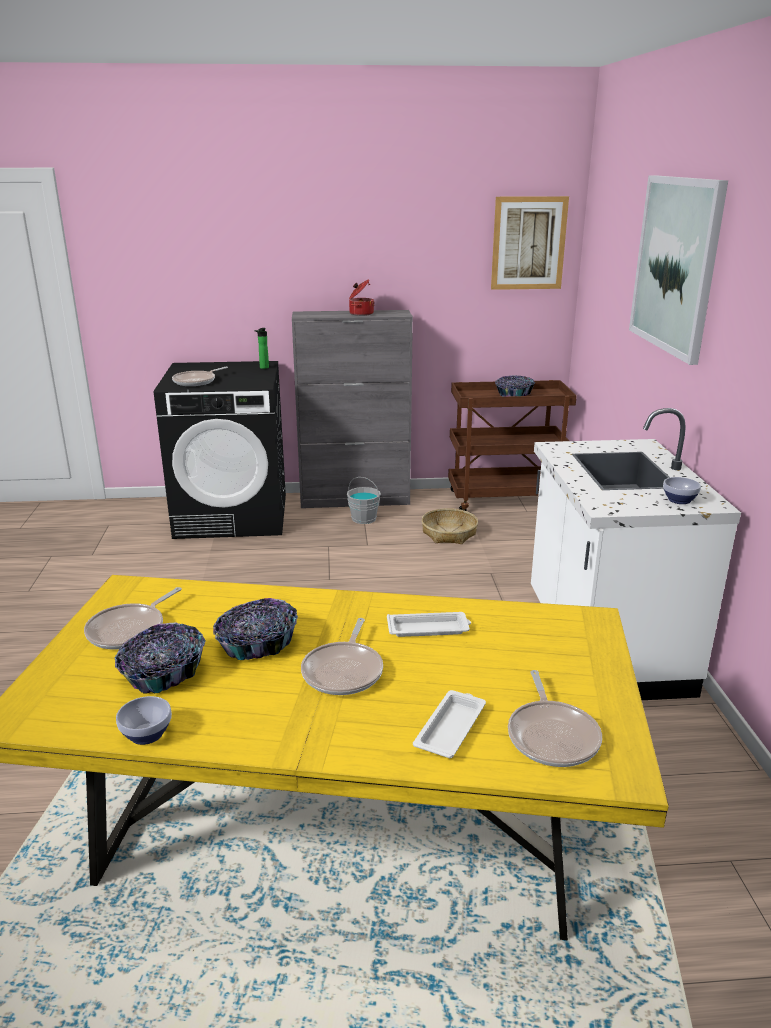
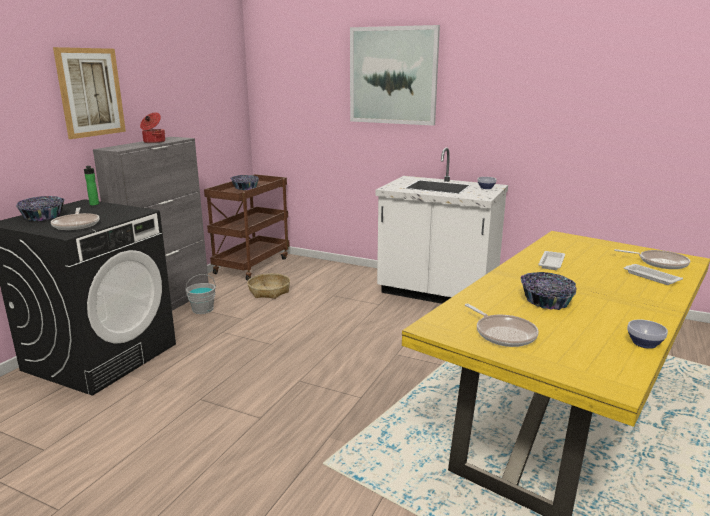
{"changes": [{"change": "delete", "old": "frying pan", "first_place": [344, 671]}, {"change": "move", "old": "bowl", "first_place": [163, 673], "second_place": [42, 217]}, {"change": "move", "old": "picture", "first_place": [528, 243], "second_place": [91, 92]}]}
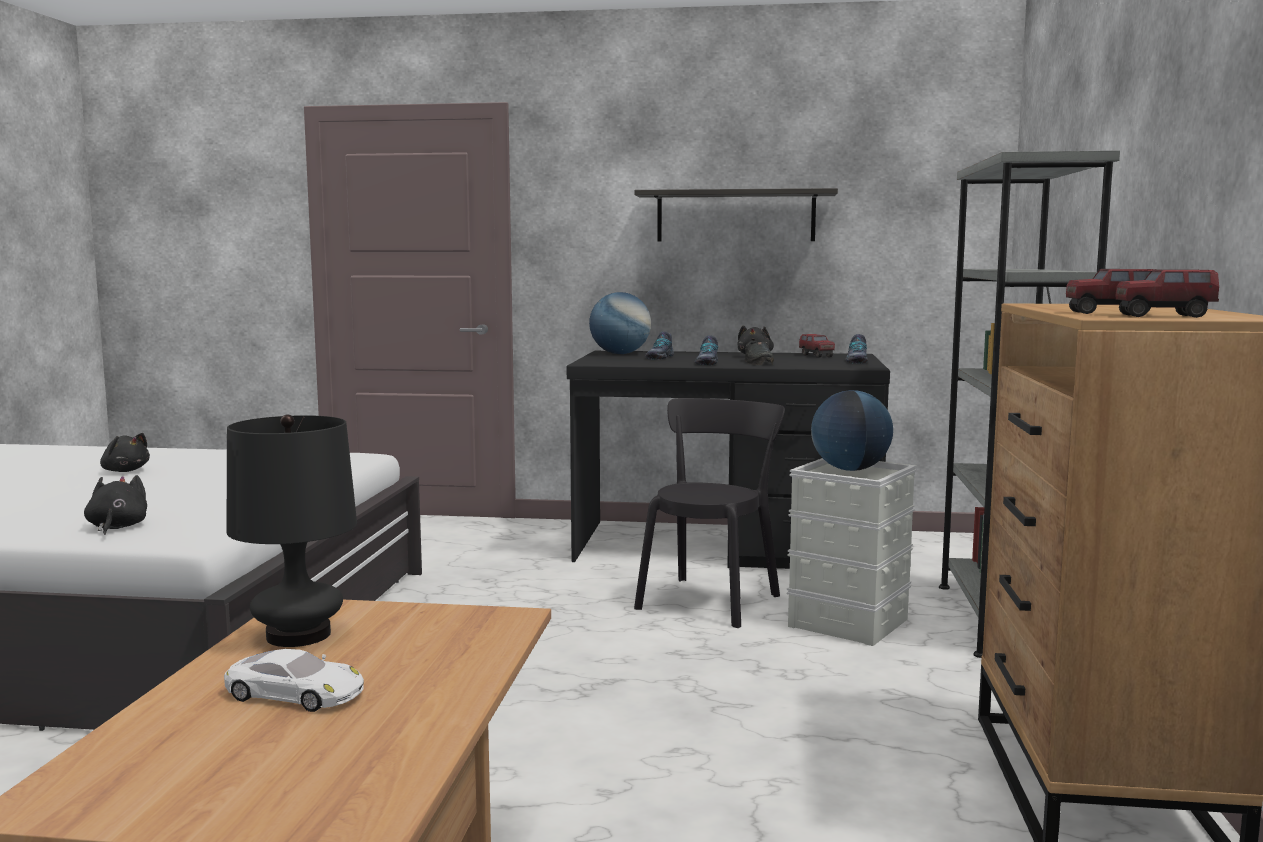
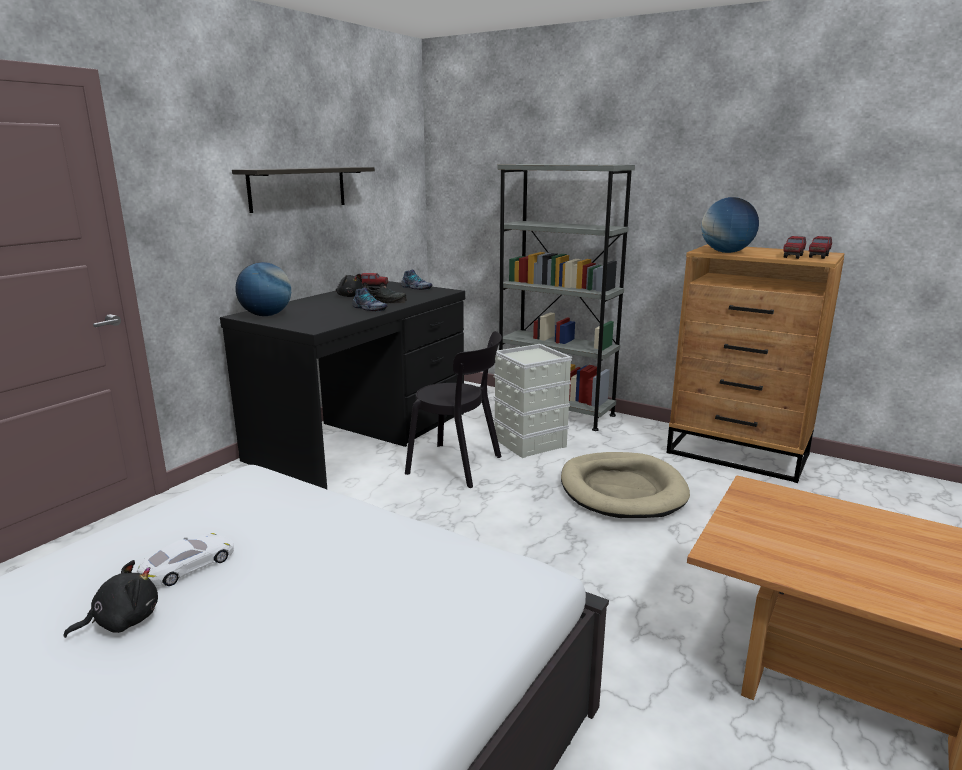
{"changes": [{"change": "delete", "old": "black plush toy", "first_place": [116, 527]}, {"change": "delete", "old": "black table lamp", "first_place": [298, 635]}, {"change": "delete", "old": "shoe", "first_place": [659, 357]}, {"change": "insert", "new": "beige dog bed", "second_place": [622, 490]}, {"change": "move", "old": "white toy car", "first_place": [294, 694], "second_place": [188, 565]}, {"change": "move", "old": "globe", "first_place": [850, 469], "second_place": [726, 252]}, {"change": "rotate", "old": "black chair", "first_place": [711, 600], "second_place": [458, 466], "degrees": 150}]}
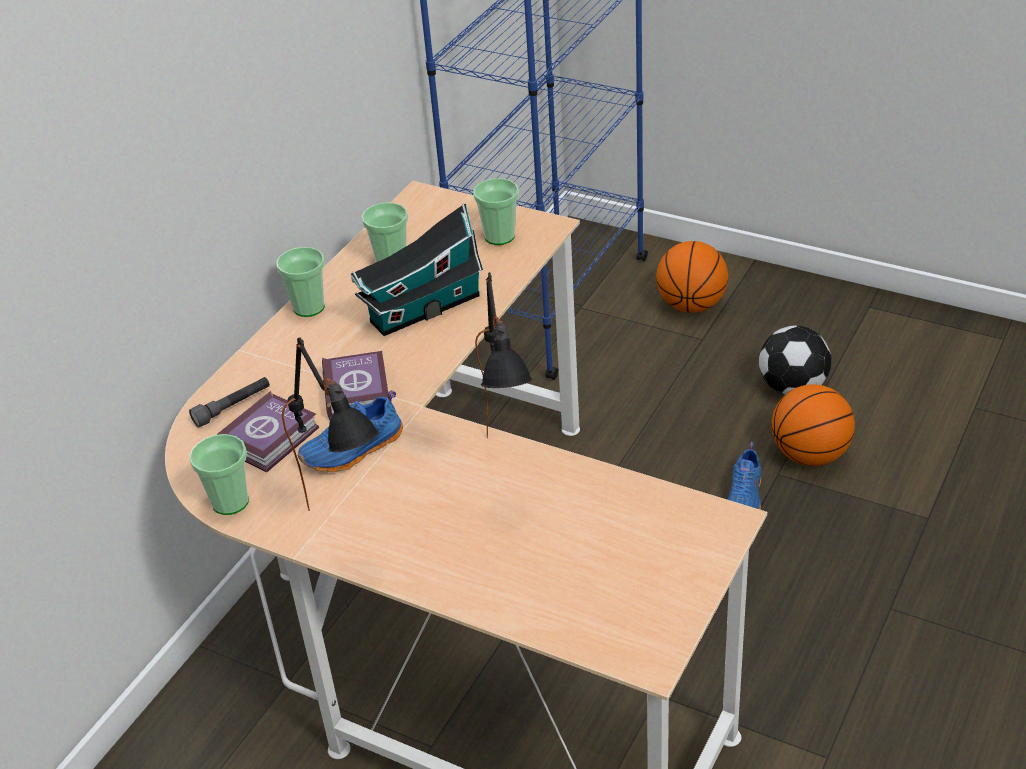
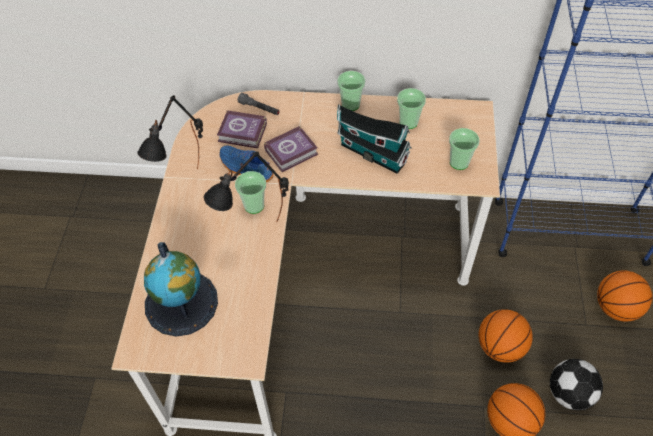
{"changes": [{"change": "delete", "old": "blue shoe", "first_place": [745, 498]}, {"change": "insert", "new": "globe", "second_place": [181, 302]}, {"change": "insert", "new": "basketball", "second_place": [500, 347]}, {"change": "move", "old": "cup", "first_place": [230, 502], "second_place": [254, 205]}]}
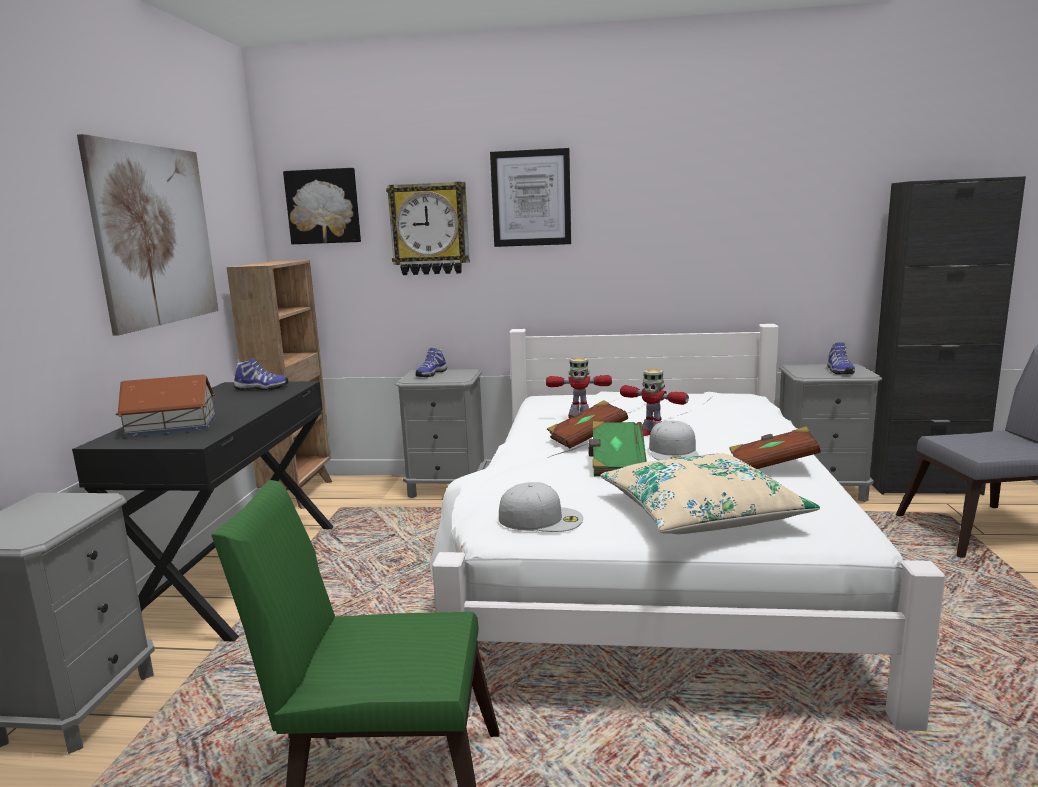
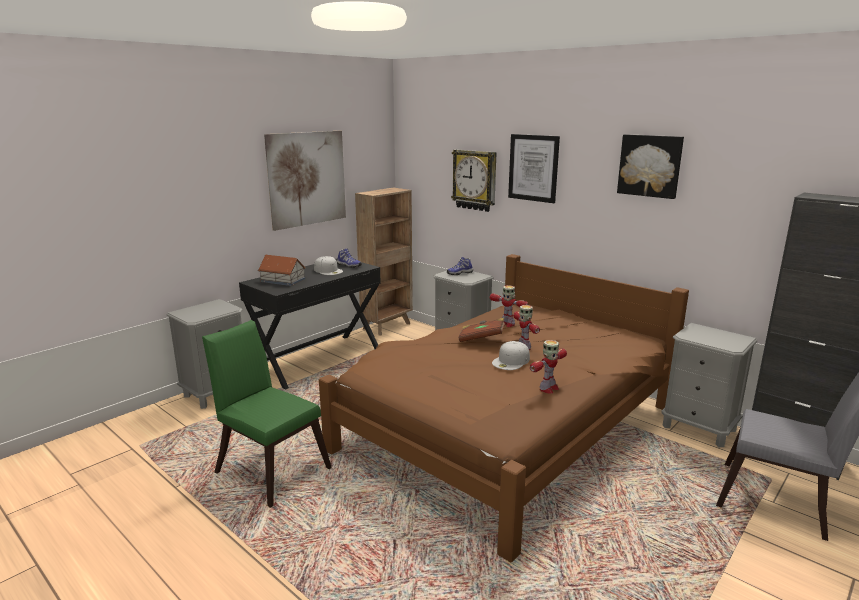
{"changes": [{"change": "delete", "old": "green book", "first_place": [616, 464]}, {"change": "delete", "old": "beige pillow", "first_place": [700, 513]}, {"change": "delete", "old": "shoe", "first_place": [838, 371]}, {"change": "move", "old": "picture", "first_place": [323, 206], "second_place": [650, 165]}, {"change": "move", "old": "white cap", "first_place": [541, 518], "second_place": [328, 270]}, {"change": "replace", "old": "brown book", "new": "toy robot", "first_place": [772, 466], "second_place": [548, 388]}, {"change": "recolor", "old": "white bed", "new": "brown bed", "first_place": [649, 563], "second_place": [505, 427]}]}
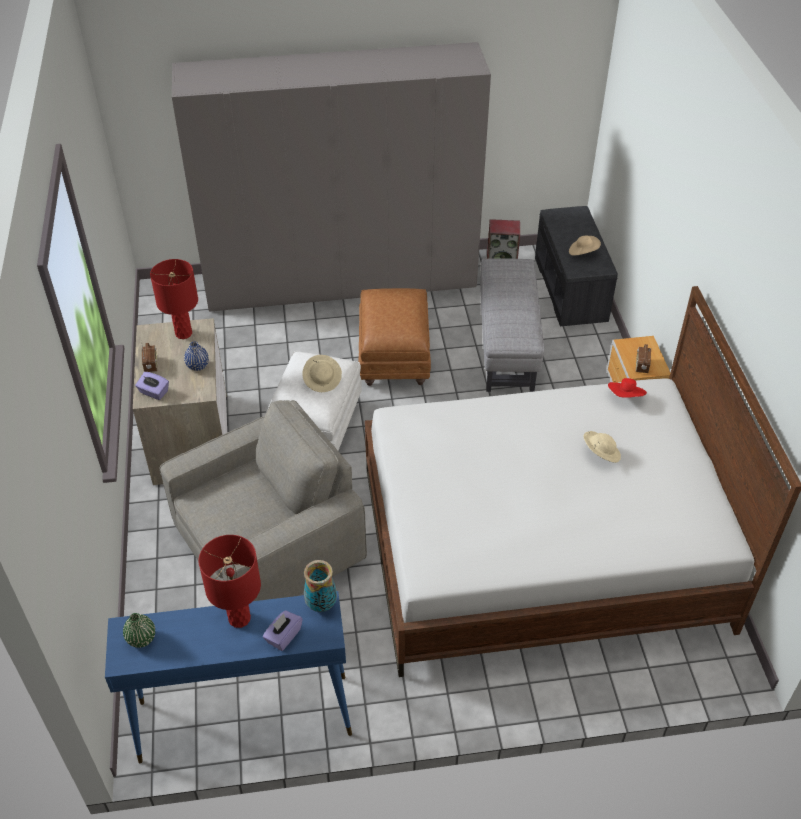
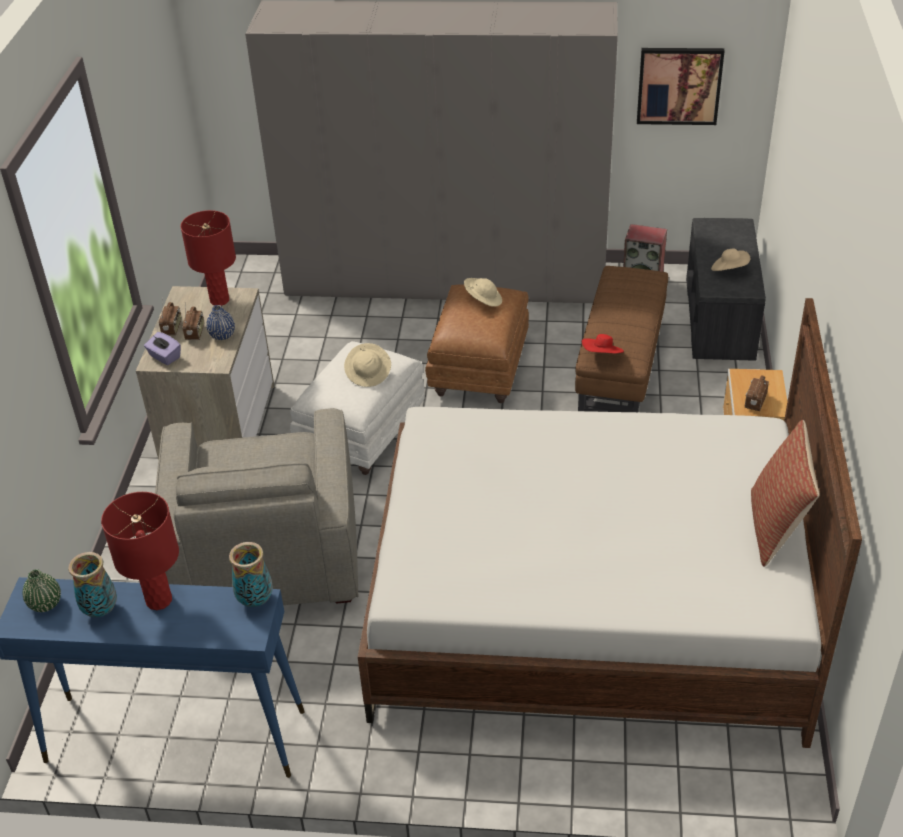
{"changes": [{"change": "delete", "old": "purple tissue box", "first_place": [283, 636]}, {"change": "insert", "new": "vase", "second_place": [101, 610]}, {"change": "insert", "new": "radio", "second_place": [195, 333]}, {"change": "insert", "new": "picture", "second_place": [679, 85]}, {"change": "insert", "new": "pillow", "second_place": [776, 528]}, {"change": "move", "old": "beige hat", "first_place": [600, 453], "second_place": [483, 300]}, {"change": "move", "old": "red hat", "first_place": [625, 396], "second_place": [602, 355]}, {"change": "recolor", "old": "grey ottoman", "new": "brown ottoman", "first_place": [506, 344], "second_place": [619, 371]}, {"change": "rotate", "old": "grey armchair", "first_place": [268, 544], "second_place": [266, 551], "degrees": 105}]}
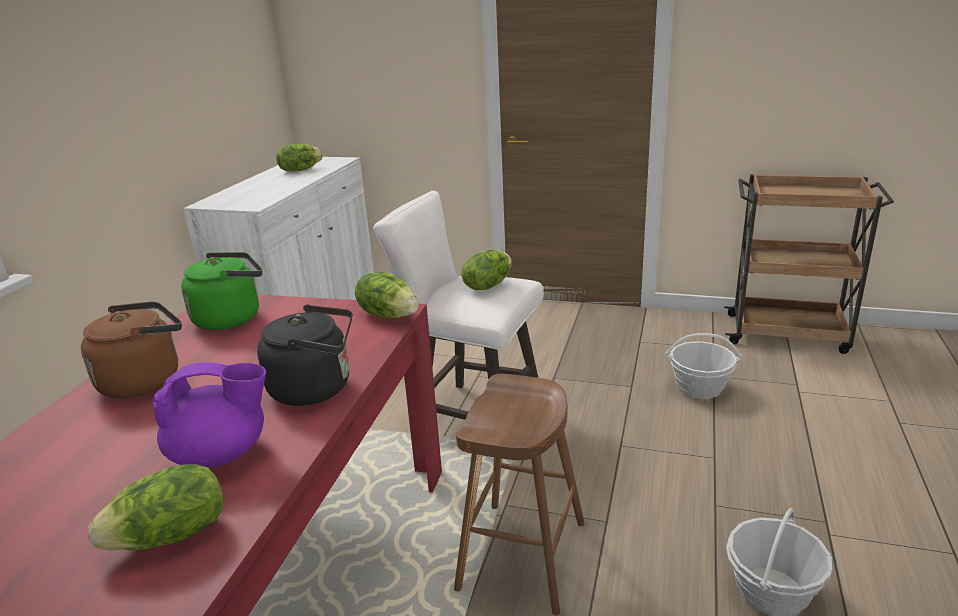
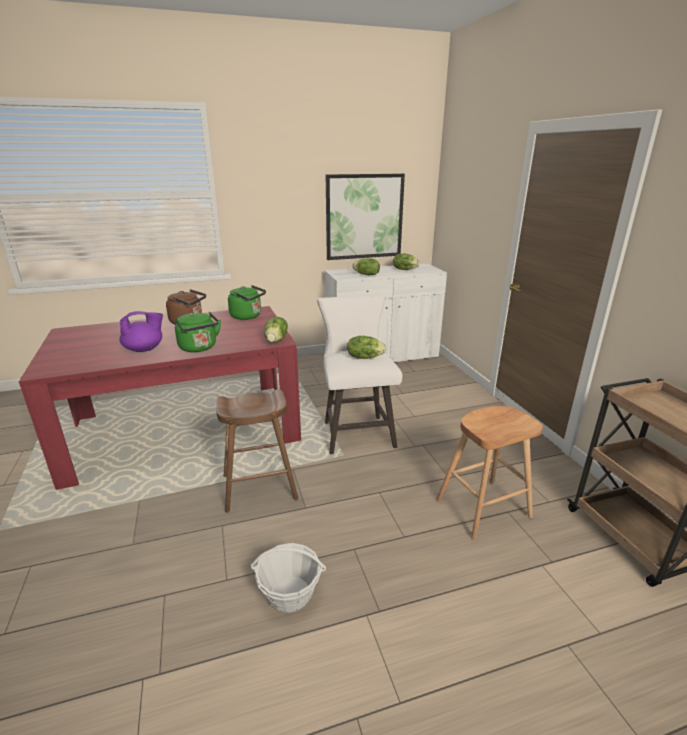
{"changes": [{"change": "insert", "new": "picture", "second_place": [364, 217]}, {"change": "move", "old": "lettuce", "first_place": [171, 537], "second_place": [366, 275]}, {"change": "replace", "old": "basket", "new": "brown stool", "first_place": [699, 388], "second_place": [483, 508]}, {"change": "recolor", "old": "black kettle", "new": "green kettle", "first_place": [316, 388], "second_place": [199, 348]}, {"change": "rotate", "old": "purple teapot", "first_place": [221, 454], "second_place": [145, 349], "degrees": -75}]}
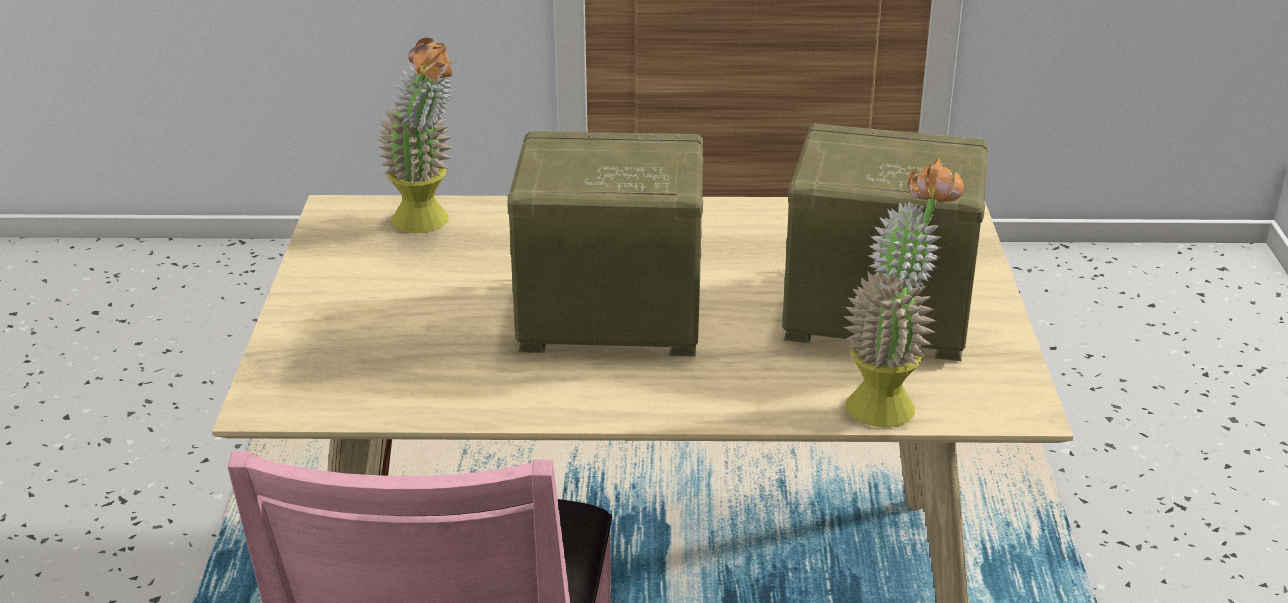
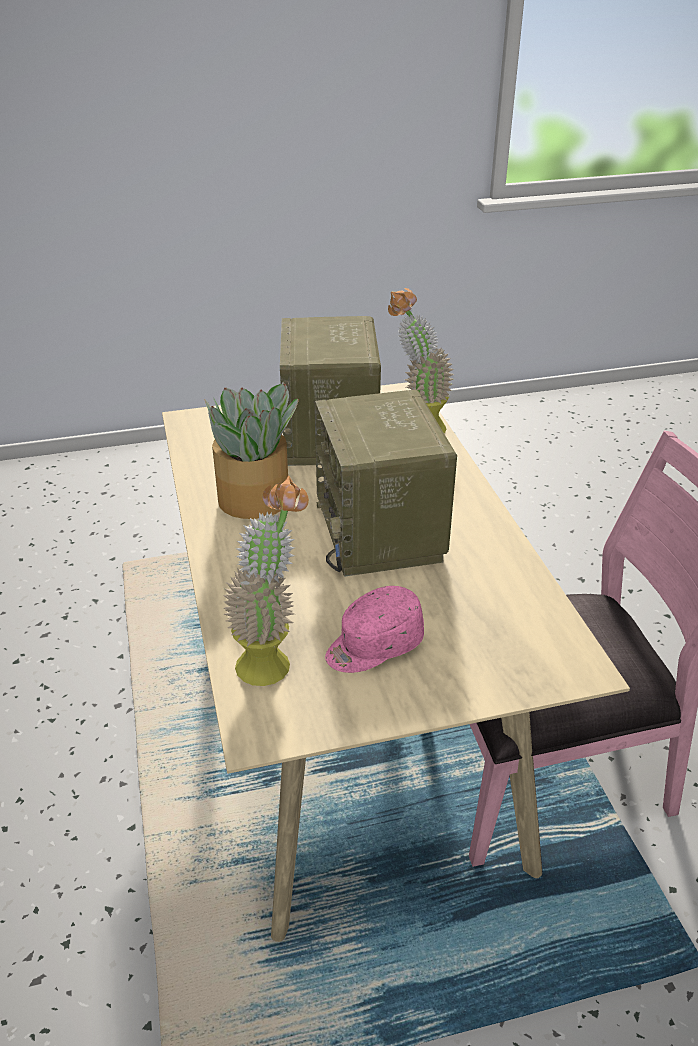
{"changes": [{"change": "insert", "new": "potted plant", "second_place": [255, 500]}, {"change": "insert", "new": "pink cap", "second_place": [373, 646]}]}
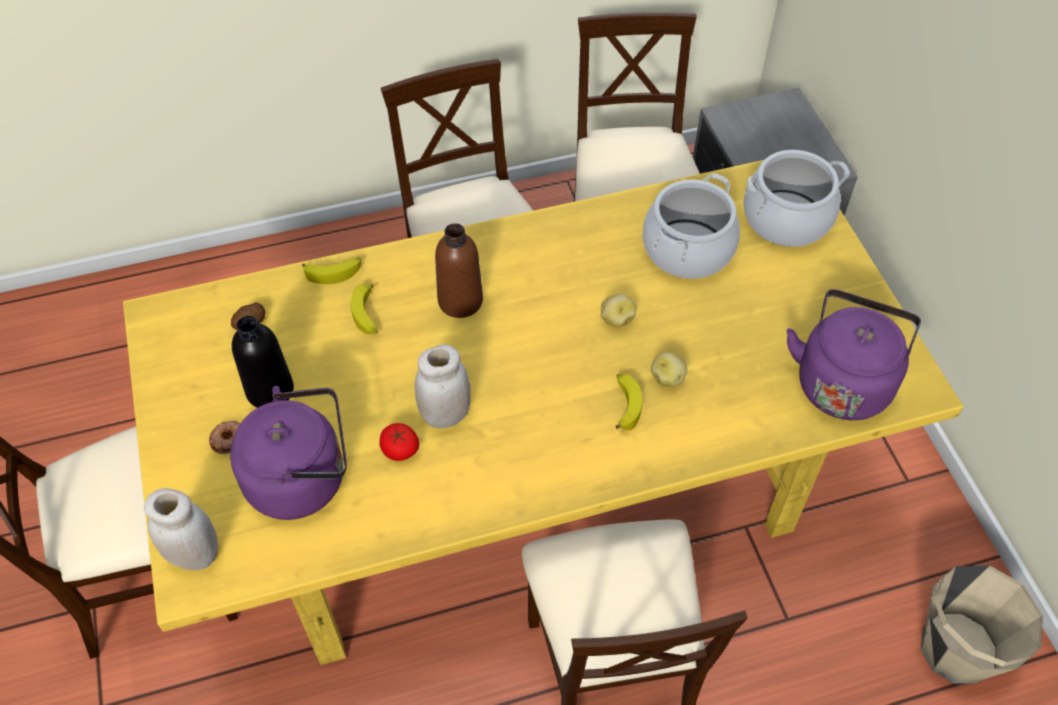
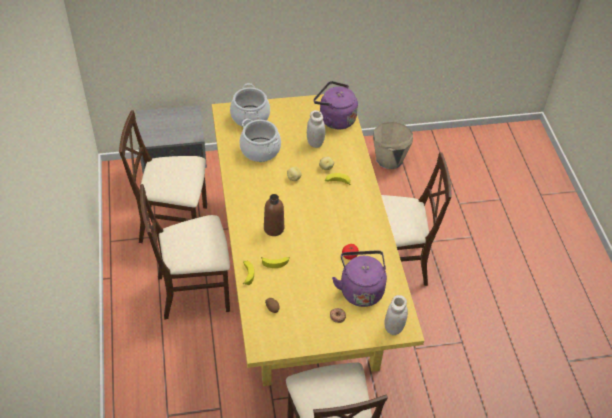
{"changes": [{"change": "delete", "old": "black bottle", "first_place": [270, 390]}, {"change": "move", "old": "white jar", "first_place": [445, 415], "second_place": [315, 142]}]}
